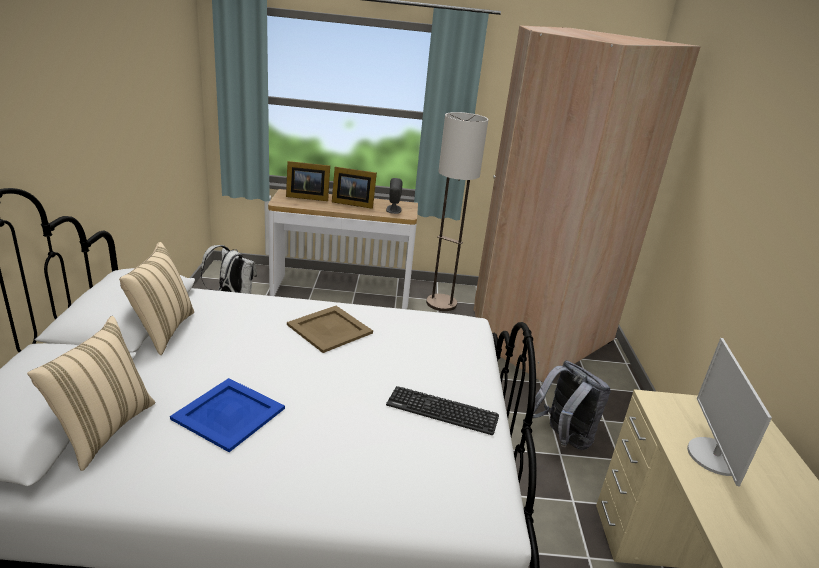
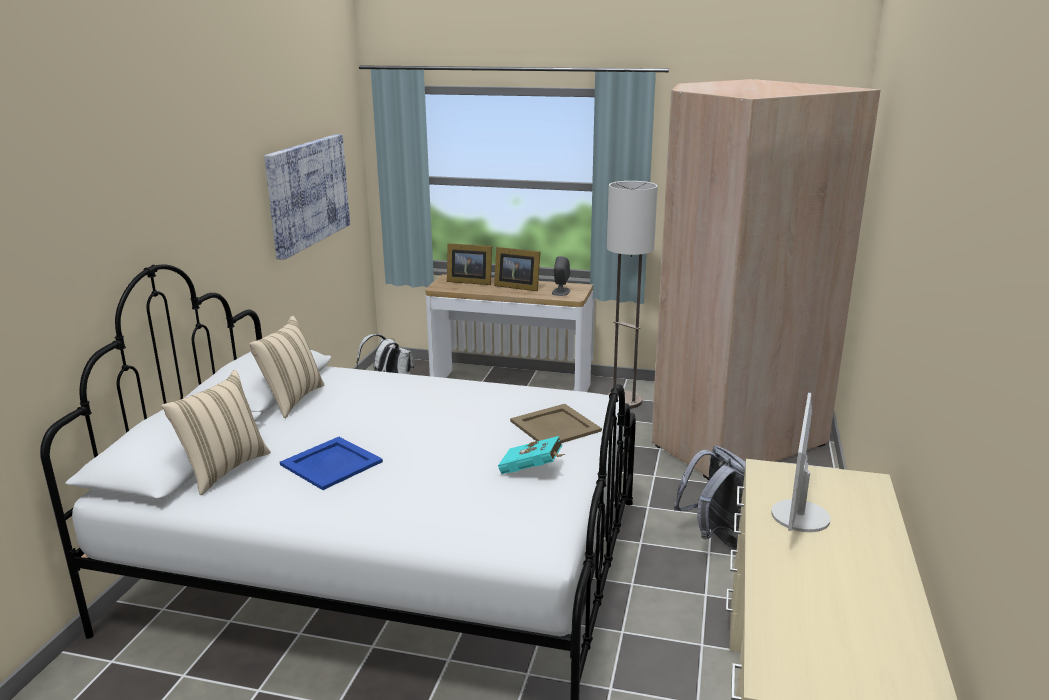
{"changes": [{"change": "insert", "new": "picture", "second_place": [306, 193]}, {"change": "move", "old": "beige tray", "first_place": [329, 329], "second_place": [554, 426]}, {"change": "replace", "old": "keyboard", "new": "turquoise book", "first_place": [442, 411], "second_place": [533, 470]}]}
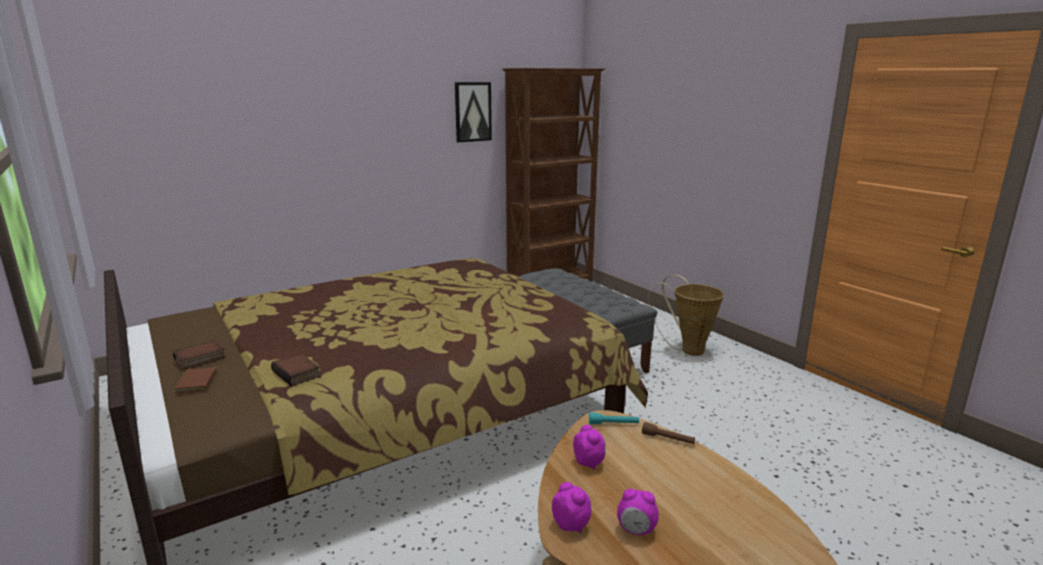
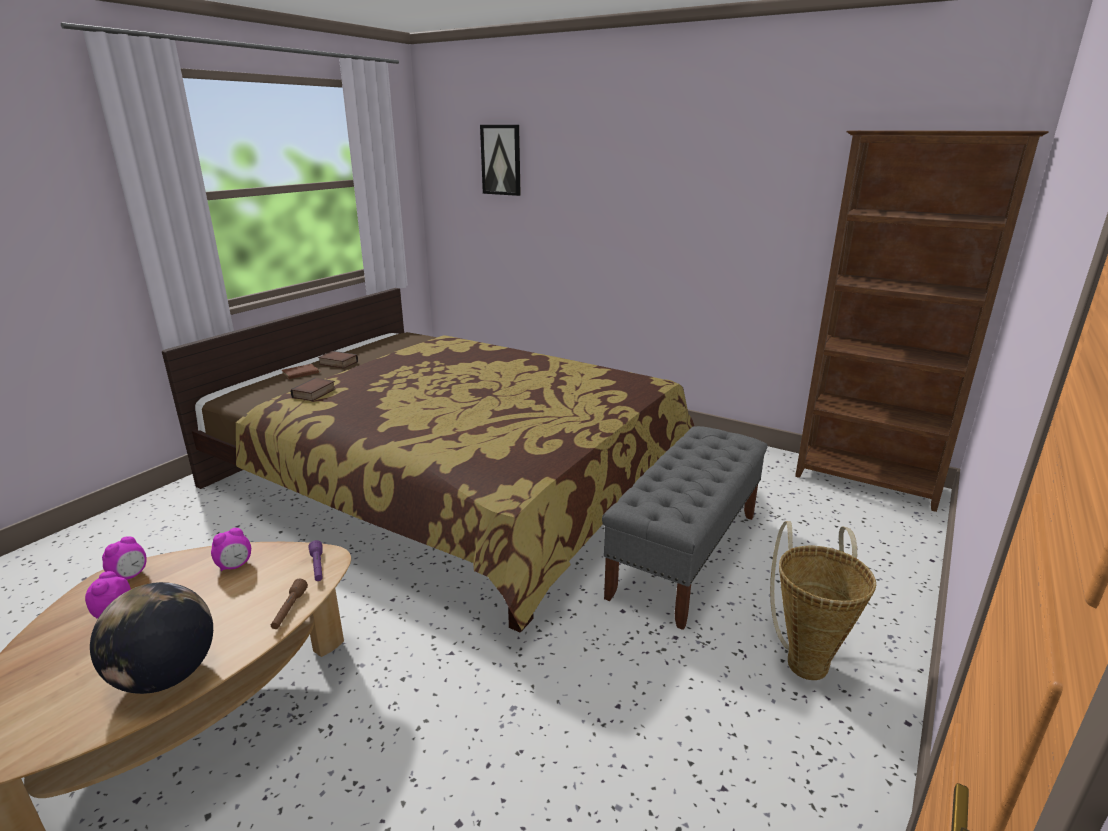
{"changes": [{"change": "insert", "new": "globe", "second_place": [166, 676]}, {"change": "move", "old": "picture", "first_place": [472, 112], "second_place": [501, 160]}, {"change": "recolor", "old": "turquoise flashlight", "new": "purple flashlight", "first_place": [613, 424], "second_place": [317, 567]}]}
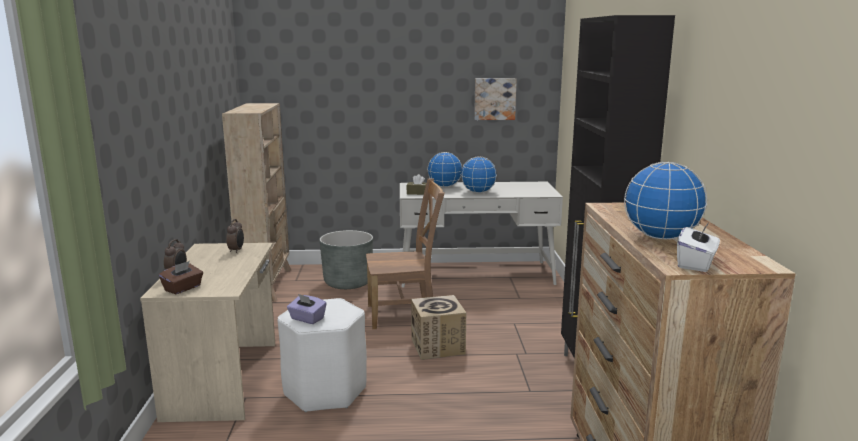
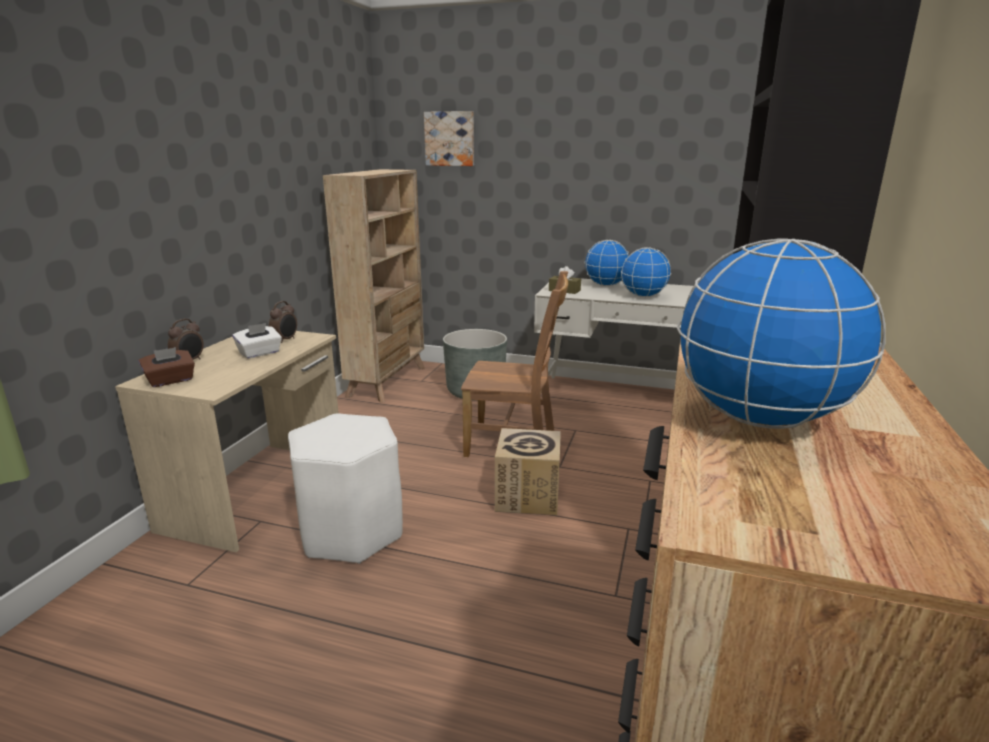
{"changes": [{"change": "delete", "old": "purple tissue box", "first_place": [307, 319]}, {"change": "move", "old": "picture", "first_place": [494, 99], "second_place": [450, 139]}, {"change": "move", "old": "white tissue box", "first_place": [696, 264], "second_place": [260, 353]}]}
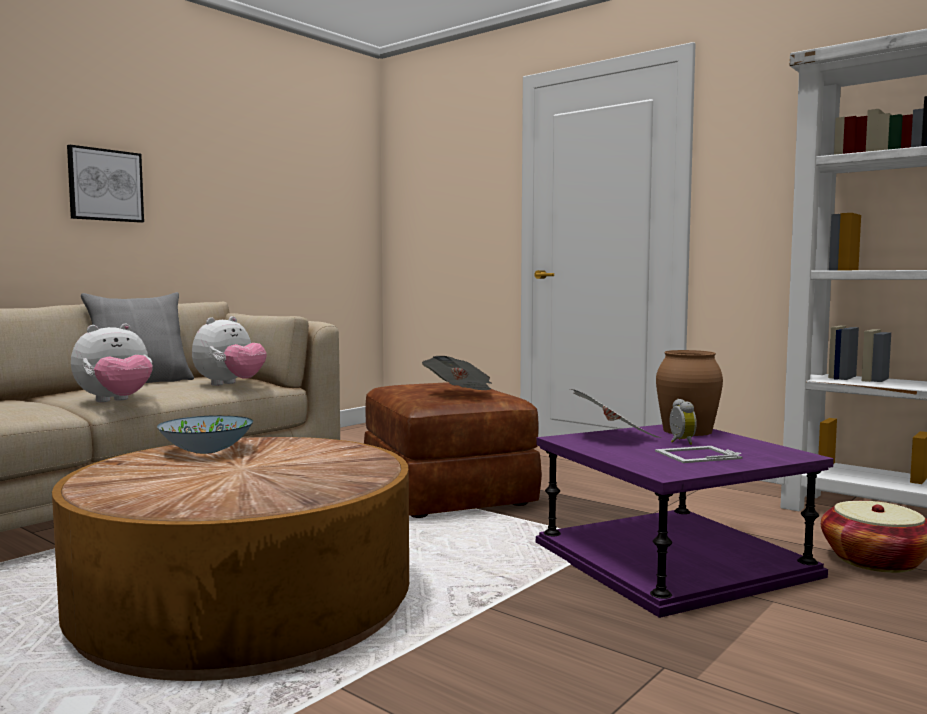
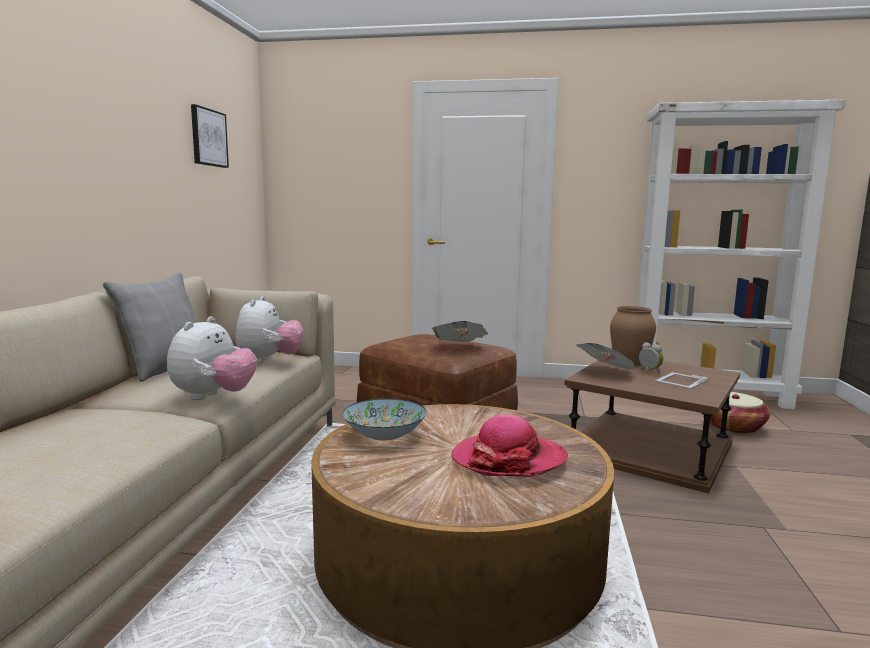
{"changes": [{"change": "insert", "new": "hat", "second_place": [509, 459]}, {"change": "move", "old": "picture", "first_place": [105, 185], "second_place": [208, 137]}, {"change": "recolor", "old": "purple side table", "new": "brown side table", "first_place": [672, 559], "second_place": [648, 449]}]}
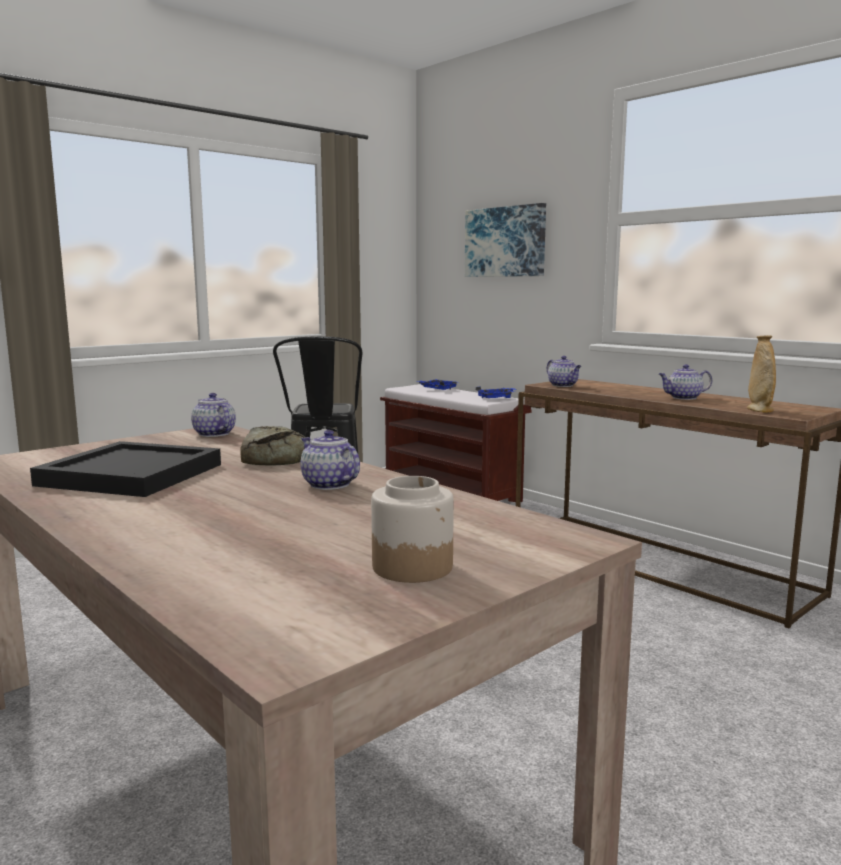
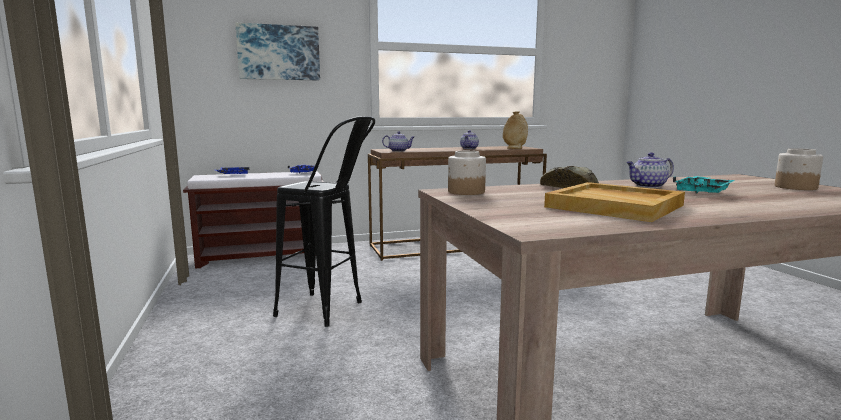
{"changes": [{"change": "insert", "new": "turquoise tray", "second_place": [702, 192]}, {"change": "replace", "old": "teapot", "new": "jar", "first_place": [213, 434], "second_place": [466, 192]}, {"change": "recolor", "old": "black tray", "new": "beige tray", "first_place": [132, 475], "second_place": [615, 206]}]}
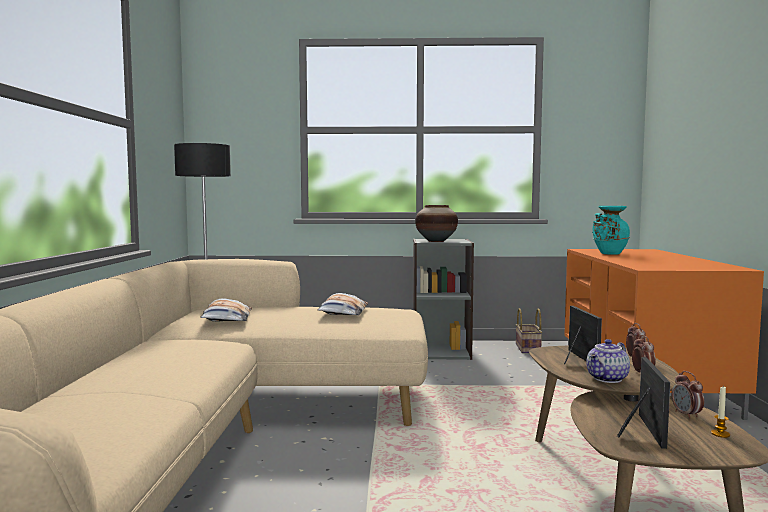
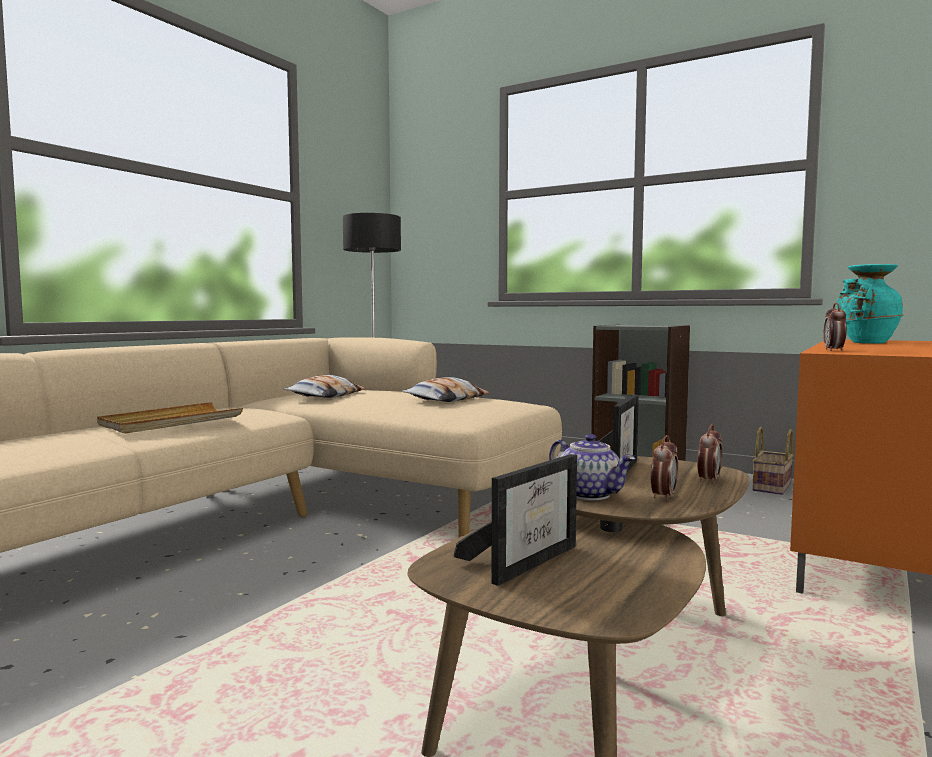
{"changes": [{"change": "delete", "old": "vase", "first_place": [436, 241]}, {"change": "delete", "old": "candle", "first_place": [720, 434]}, {"change": "insert", "new": "beige tray", "second_place": [171, 422]}, {"change": "move", "old": "alarm clock", "first_place": [686, 415], "second_place": [833, 350]}, {"change": "rotate", "old": "teapot", "first_place": [608, 379], "second_place": [590, 494], "degrees": -120}]}
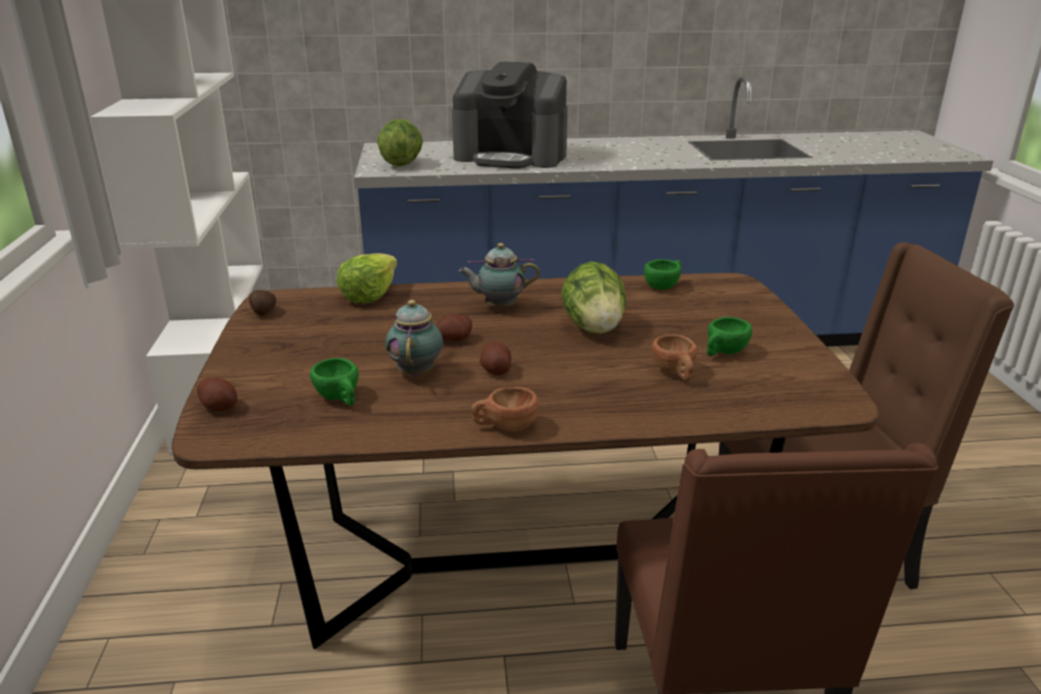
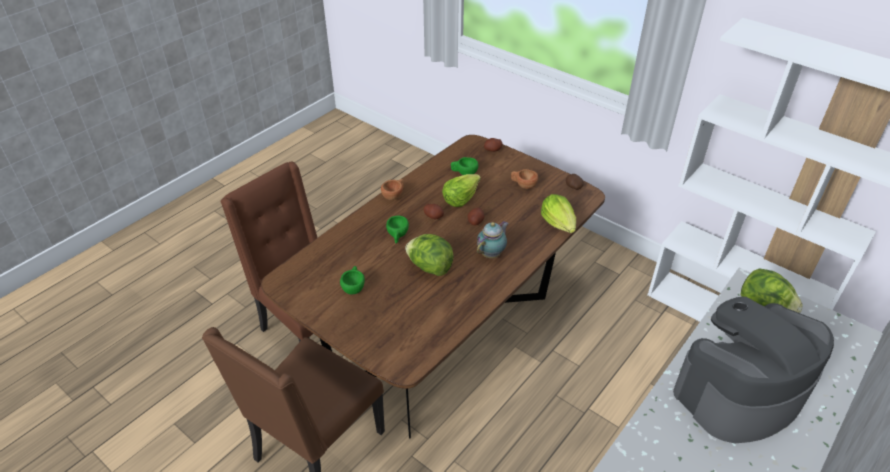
{"changes": [{"change": "move", "old": "green cup", "first_place": [664, 286], "second_place": [397, 236]}, {"change": "move", "old": "brown cup", "first_place": [675, 373], "second_place": [523, 185]}, {"change": "replace", "old": "teapot", "new": "lettuce", "first_place": [417, 371], "second_place": [460, 198]}]}
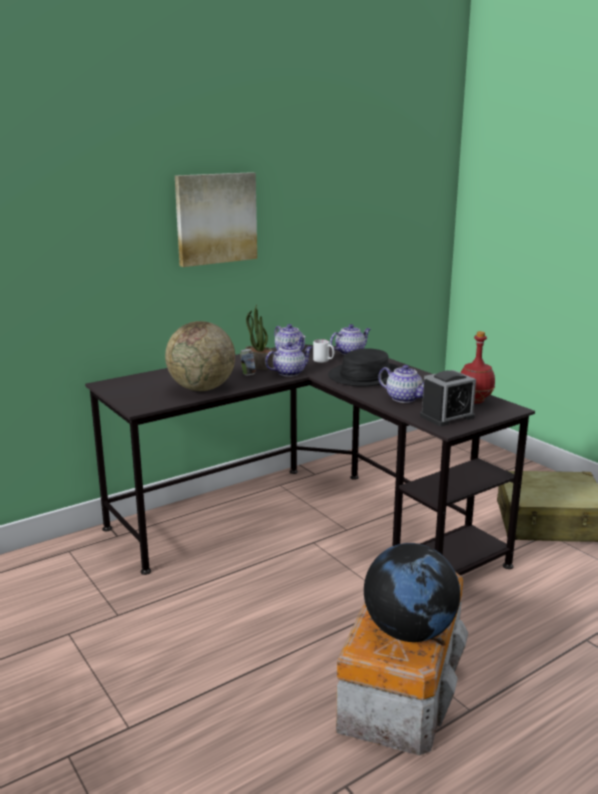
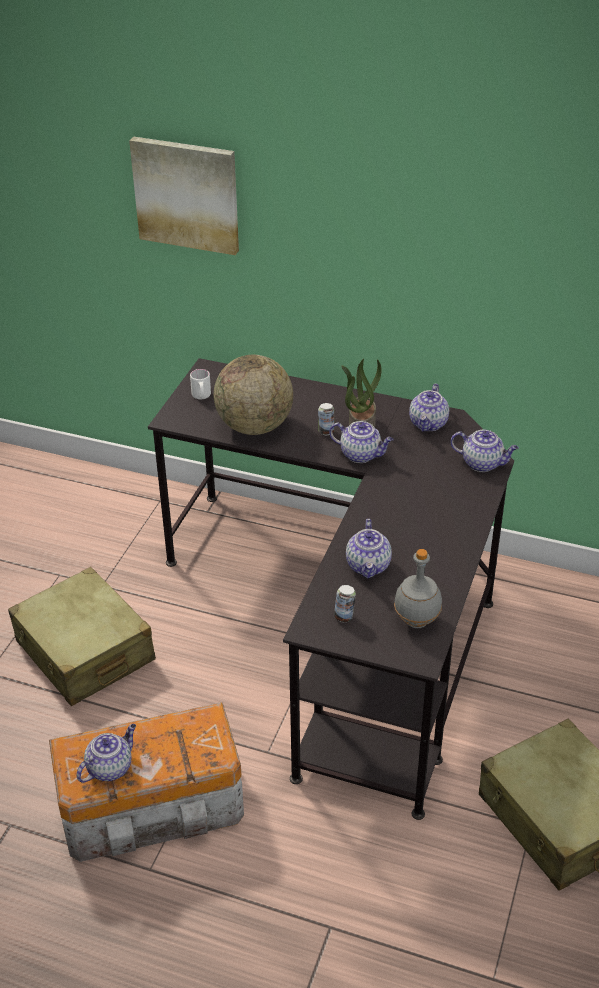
{"changes": [{"change": "delete", "old": "black hat", "first_place": [365, 375]}, {"change": "insert", "new": "beige suitcase", "second_place": [85, 652]}, {"change": "move", "old": "picture", "first_place": [215, 218], "second_place": [187, 194]}, {"change": "move", "old": "white mug", "first_place": [323, 361], "second_place": [201, 397]}, {"change": "replace", "old": "globe", "new": "teapot", "first_place": [409, 631], "second_place": [110, 767]}, {"change": "replace", "old": "alarm clock", "new": "can", "first_place": [447, 416], "second_place": [344, 617]}, {"change": "recolor", "old": "red bottle", "new": "grey bottle", "first_place": [475, 401], "second_place": [416, 621]}]}
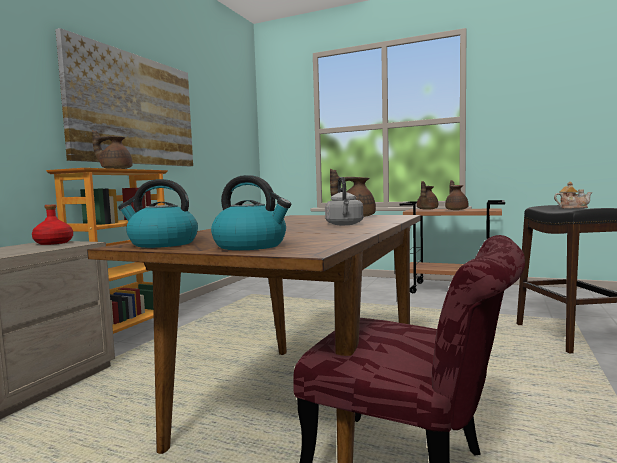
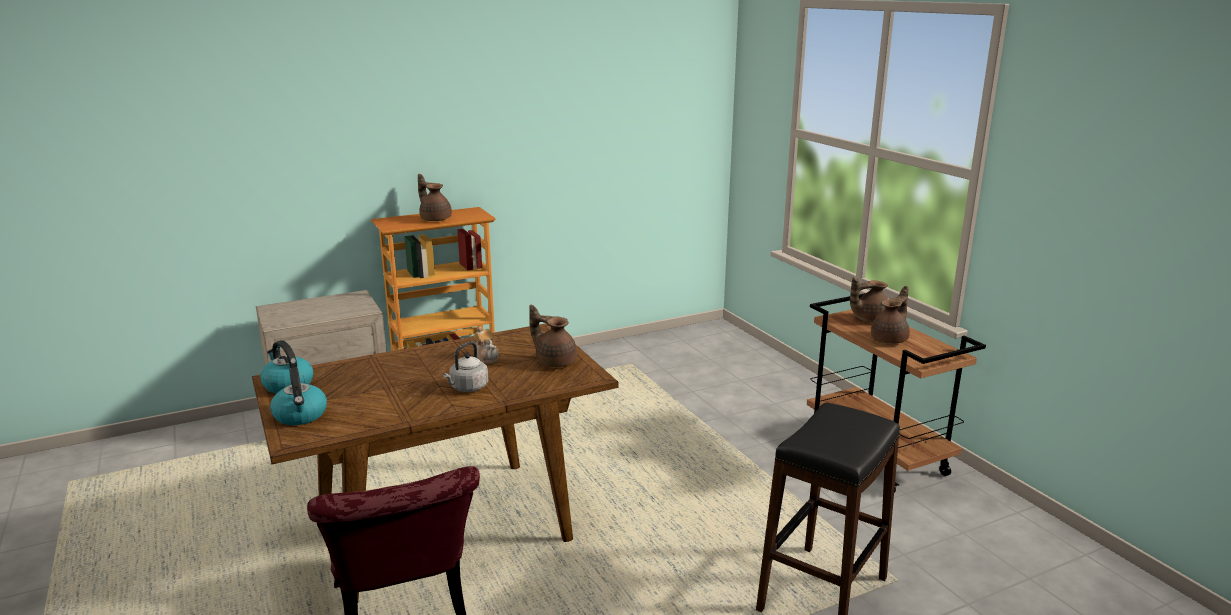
{"changes": [{"change": "delete", "old": "red bottle", "first_place": [53, 243]}, {"change": "delete", "old": "picture", "first_place": [134, 110]}, {"change": "move", "old": "teapot", "first_place": [572, 207], "second_place": [486, 357]}]}
